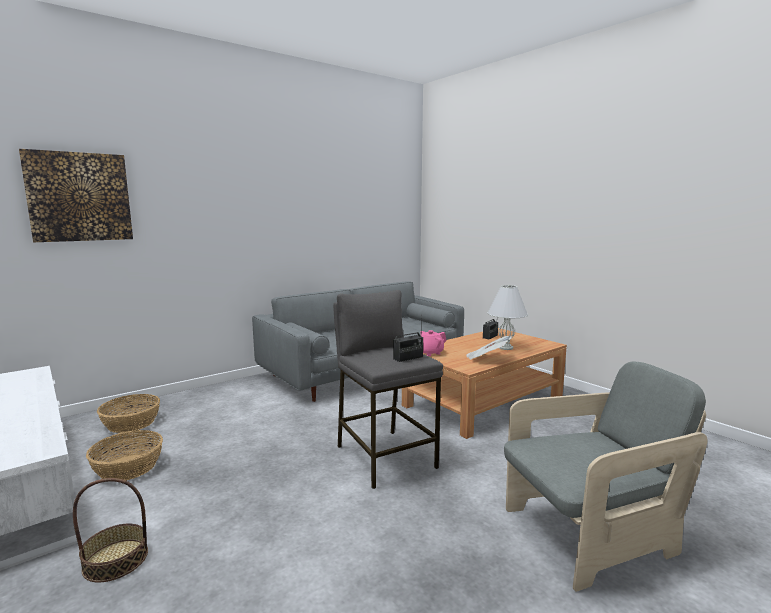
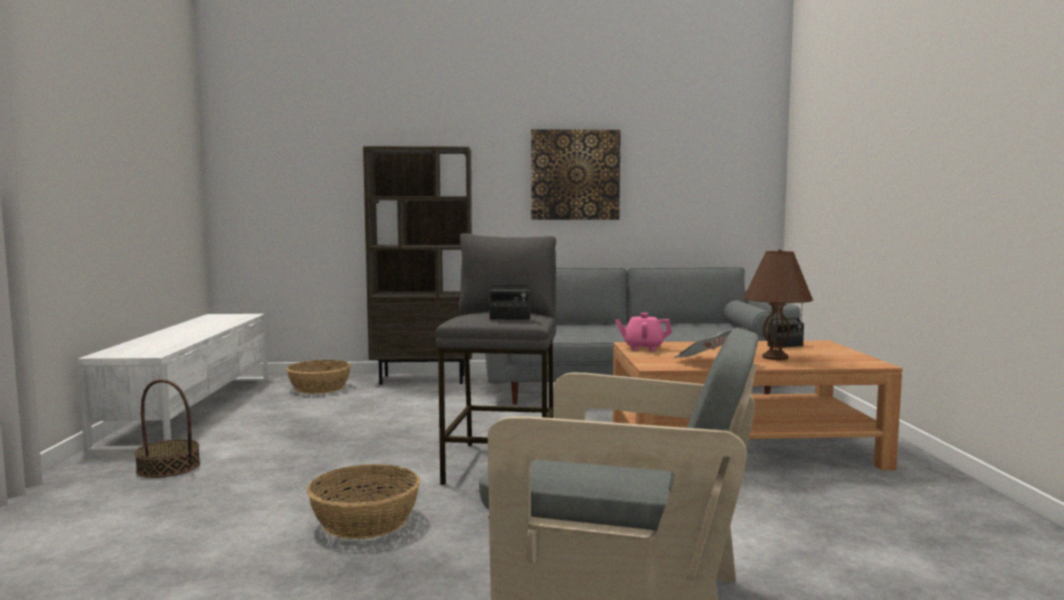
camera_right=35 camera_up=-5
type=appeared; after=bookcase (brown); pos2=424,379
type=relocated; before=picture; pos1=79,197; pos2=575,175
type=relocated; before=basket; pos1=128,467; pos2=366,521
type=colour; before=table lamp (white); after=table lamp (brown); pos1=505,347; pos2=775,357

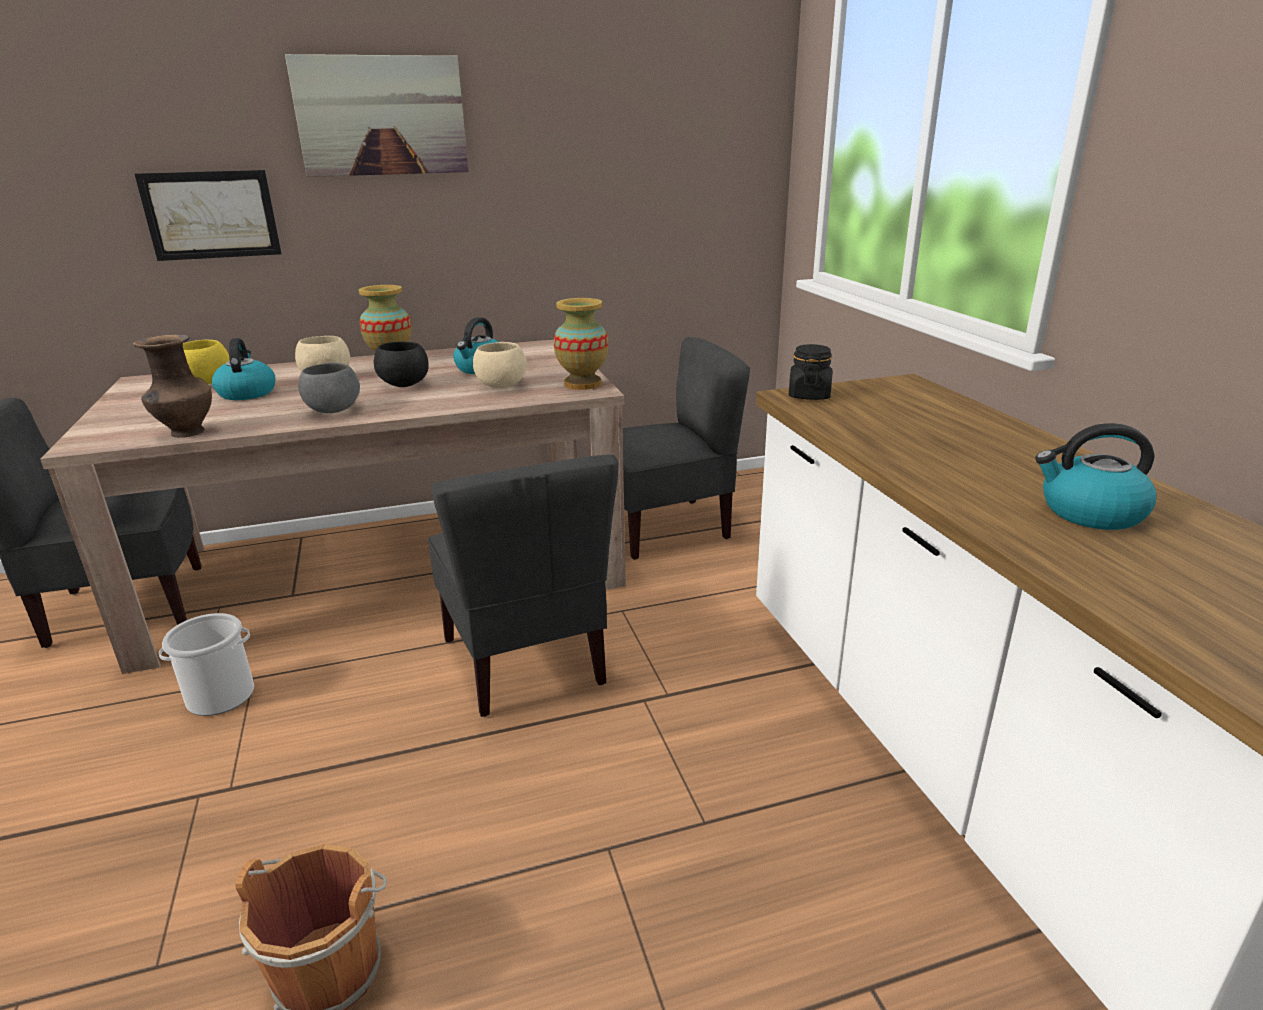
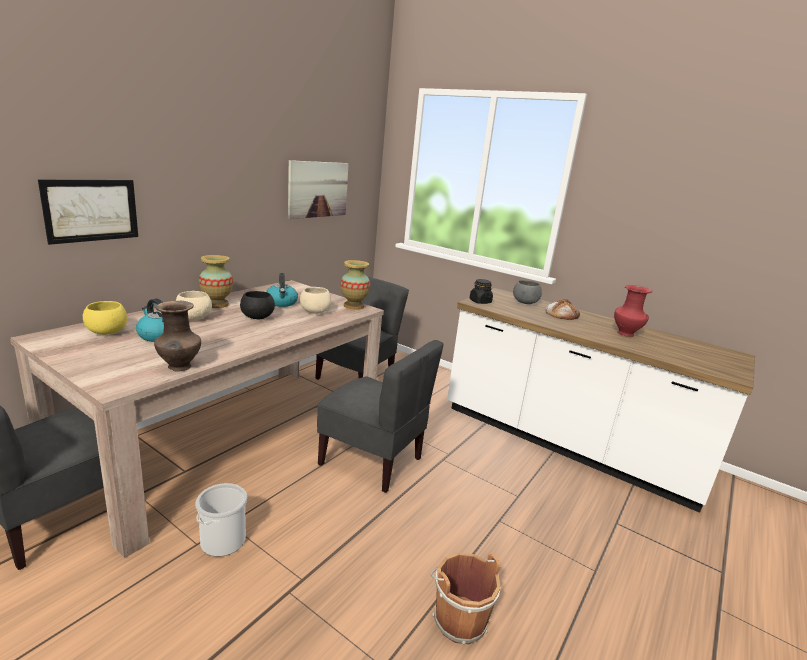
camera_right=-40 camera_up=-5
type=appeared; after=bread; pos2=561,314
type=relocated; before=picture; pos1=381,116; pos2=318,189
type=relocated; before=bowl (grey); pos1=334,410; pos2=525,303
type=exchanged; before=kettle; after=vase (red); pos1=1090,513; pos2=626,334

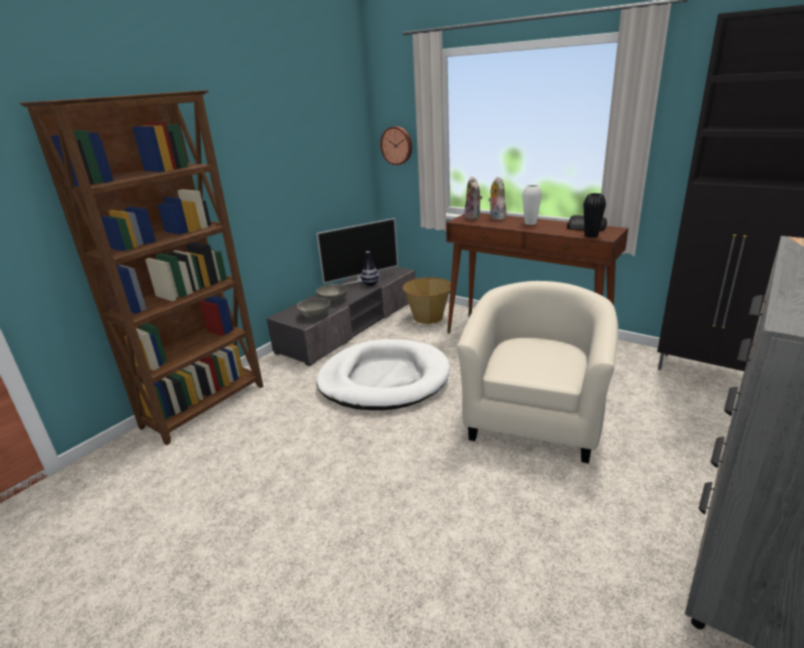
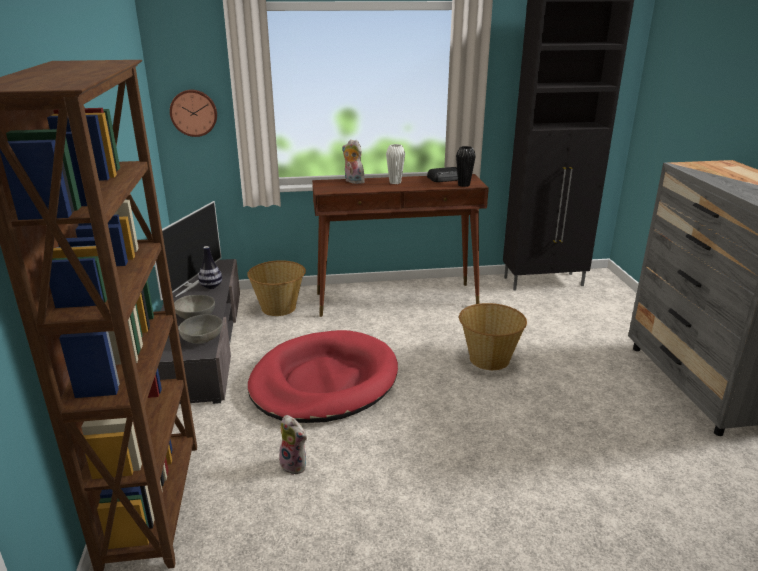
camera_right=-45 camera_up=0
type=relocated; before=plush toy; pos1=473,217; pos2=295,465
type=exchanged; before=armchair (beige); after=basket; pos1=535,418; pos2=489,359
type=colour; before=dog bed (white); after=dog bed (red); pos1=384,379; pos2=324,382

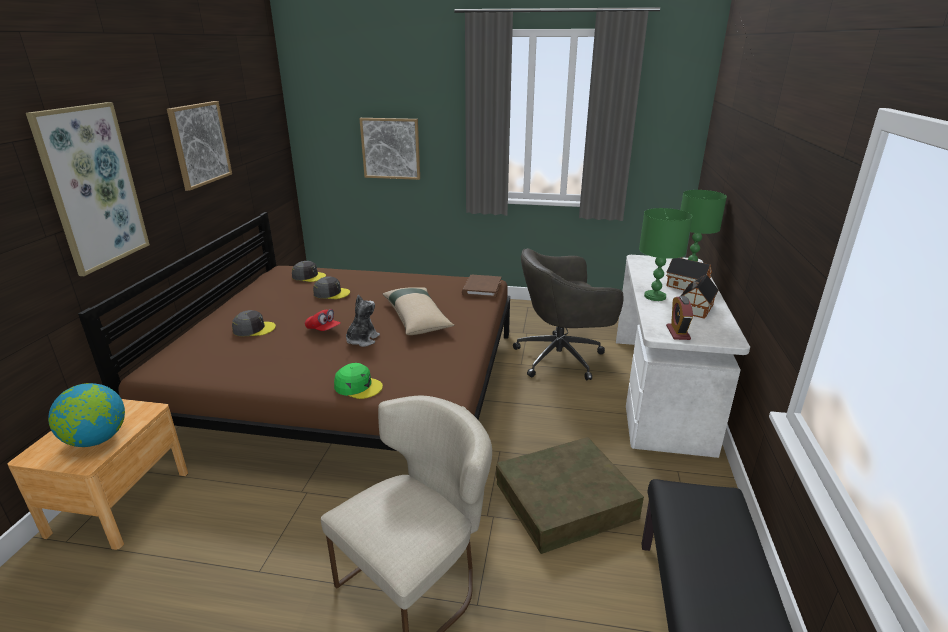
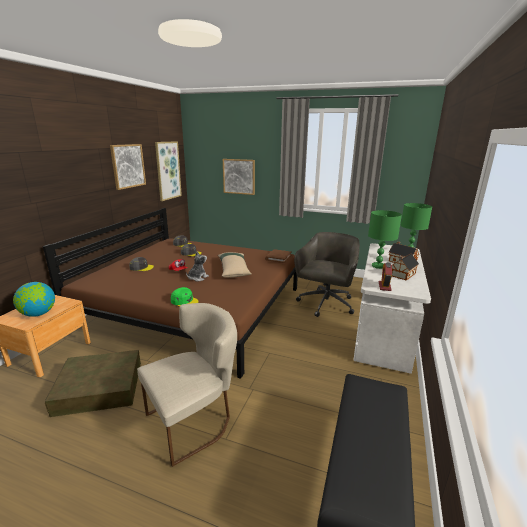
camera_right=10 camera_up=-5
type=relocated; before=picture; pos1=92,187; pos2=168,170
type=relocated; before=storage box (brown); pos1=565,500; pos2=99,387
type=spun; before=office chair (grey); pos1=562,357; pos2=325,304; turn=120

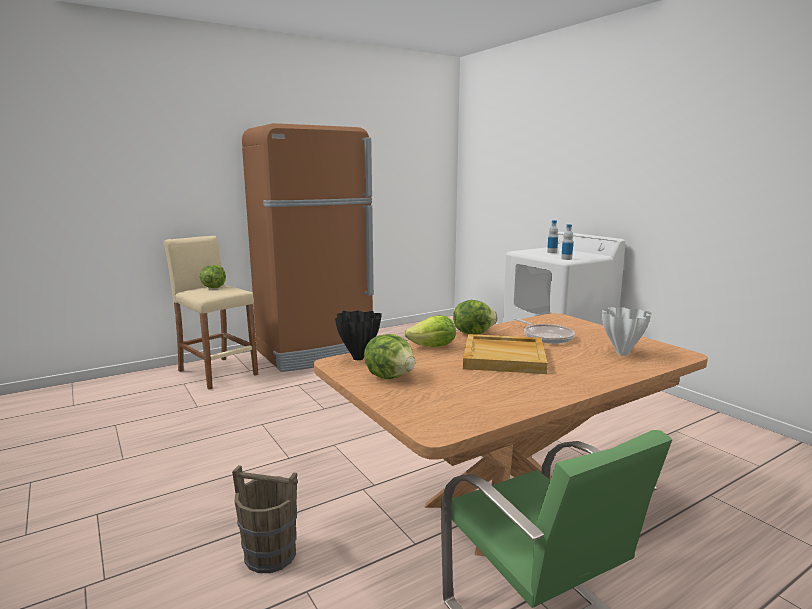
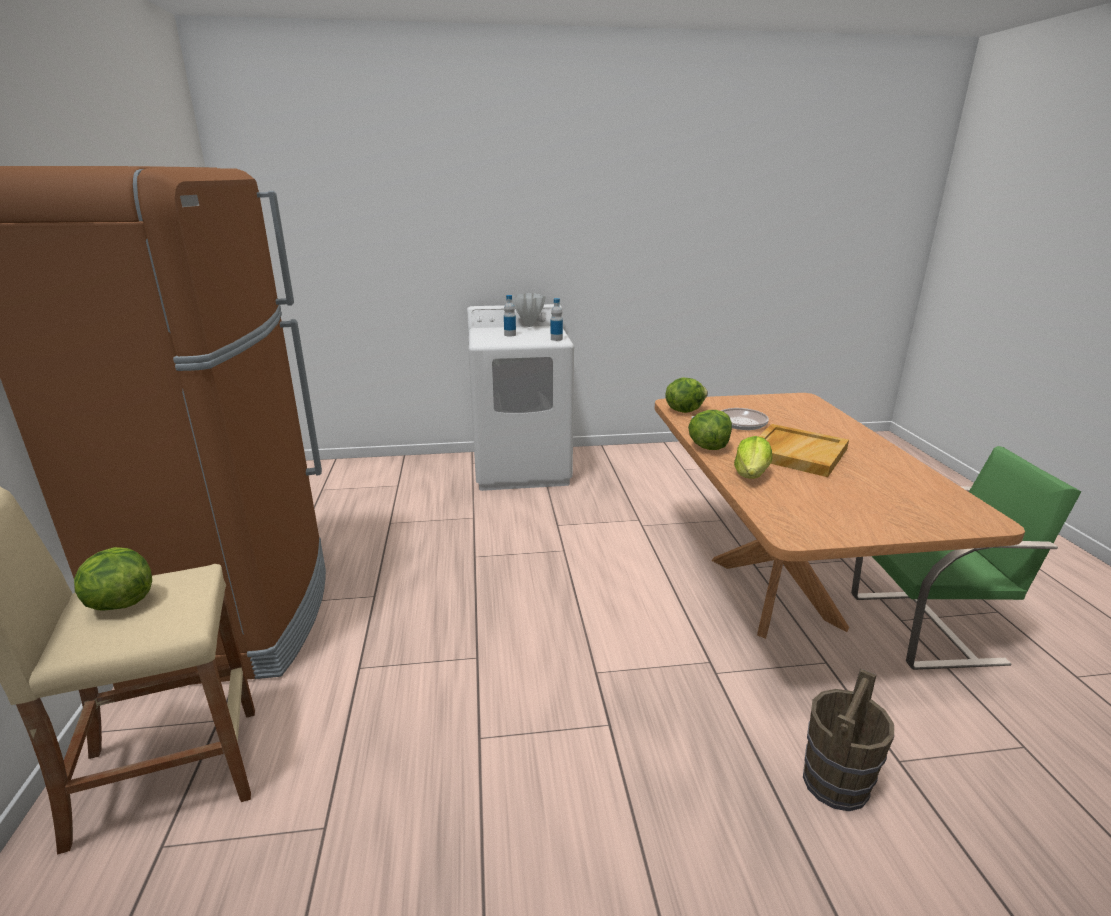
camera_right=-65 camera_up=10
type=missing; before=vase (black); pos1=358,358
type=relocated; before=lettuce; pos1=390,376; pos2=684,410
type=relocated; before=vase (white); pos1=621,353; pos2=529,326

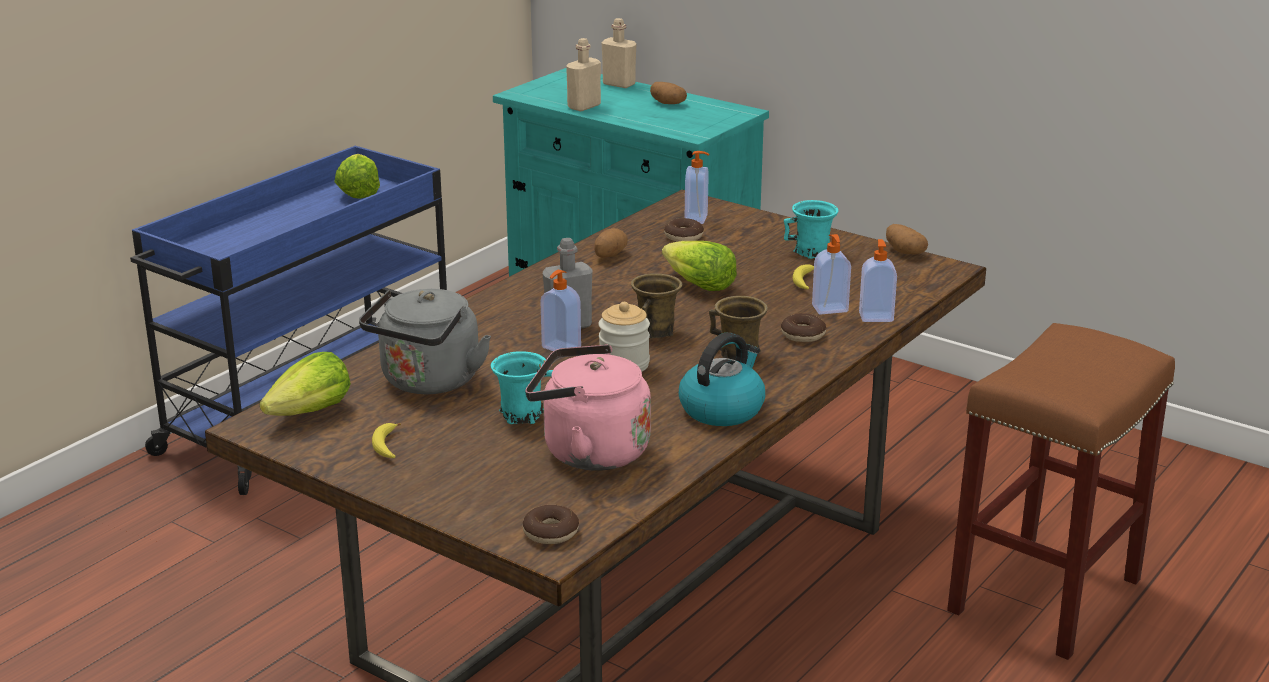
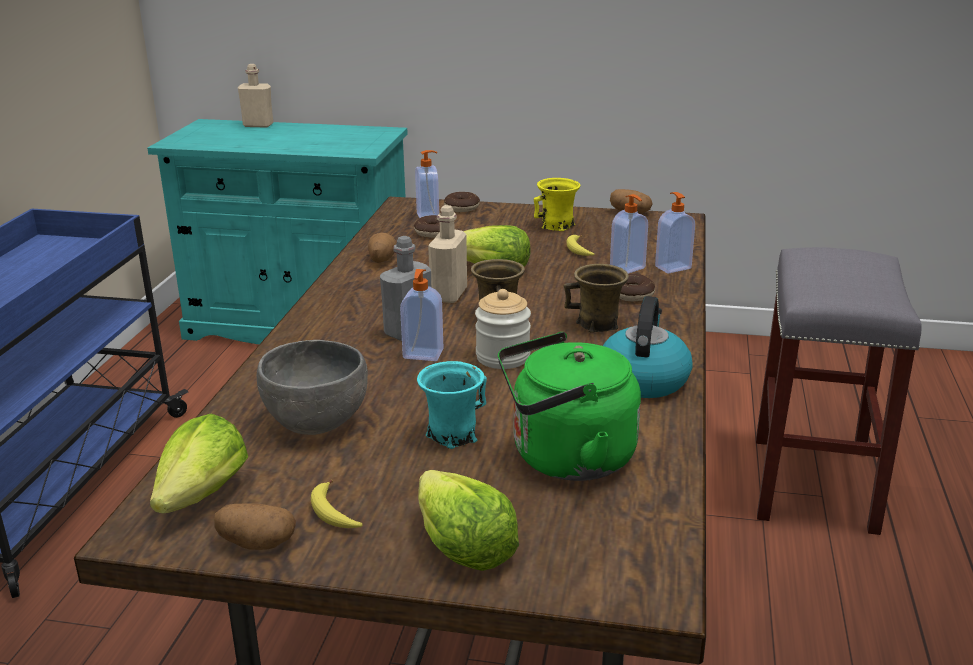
camera_right=-25 camera_up=0
type=relocated; before=lettuce; pos1=358,192; pos2=462,547
type=relocated; before=donut; pos1=551,533; pos2=462,208
type=relocated; before=bottle (beige); pos1=584,106; pos2=449,294
type=relocated; before=potato; pos1=667,103; pos2=256,543
type=exchanged; before=kettle (grey); after=bowl (grey); pos1=428,382; pos2=315,424
type=colour; before=kettle (pink); after=kettle (green); pos1=588,452; pos2=565,458
type=colour; before=mug (turquoise); after=mug (yellow); pos1=812,252; pos2=557,226
type=colour; before=stool (brown); after=stool (grey); pos1=1045,597; pos2=814,485

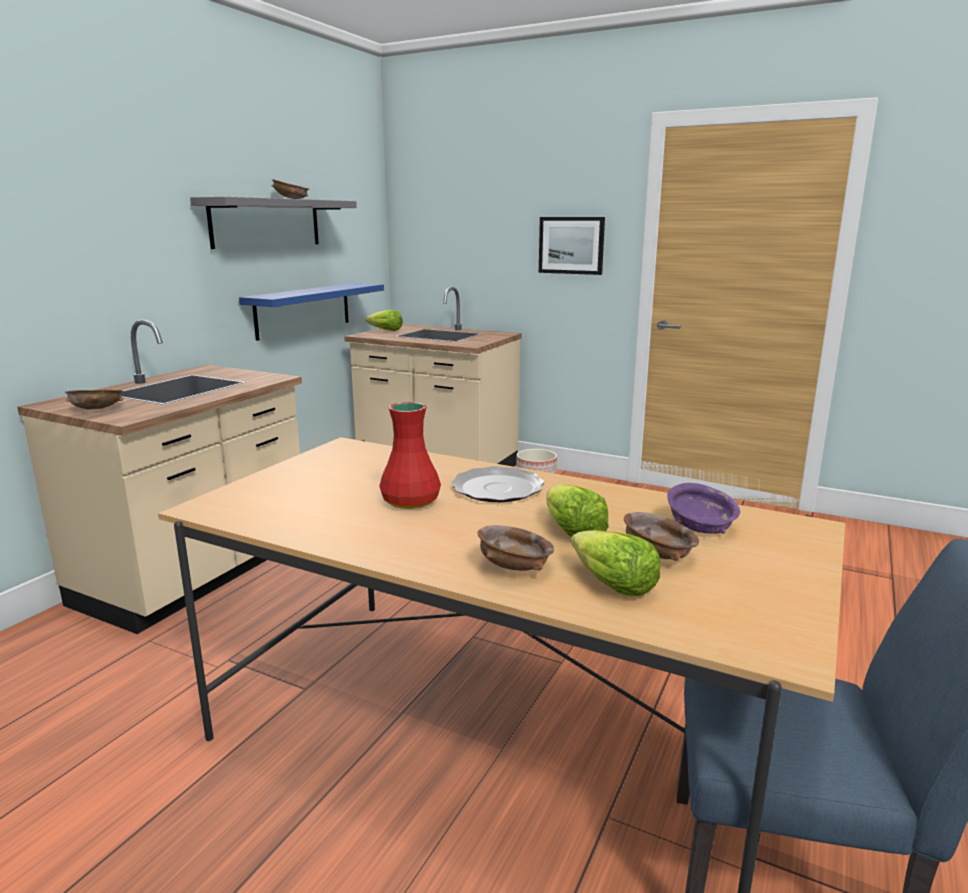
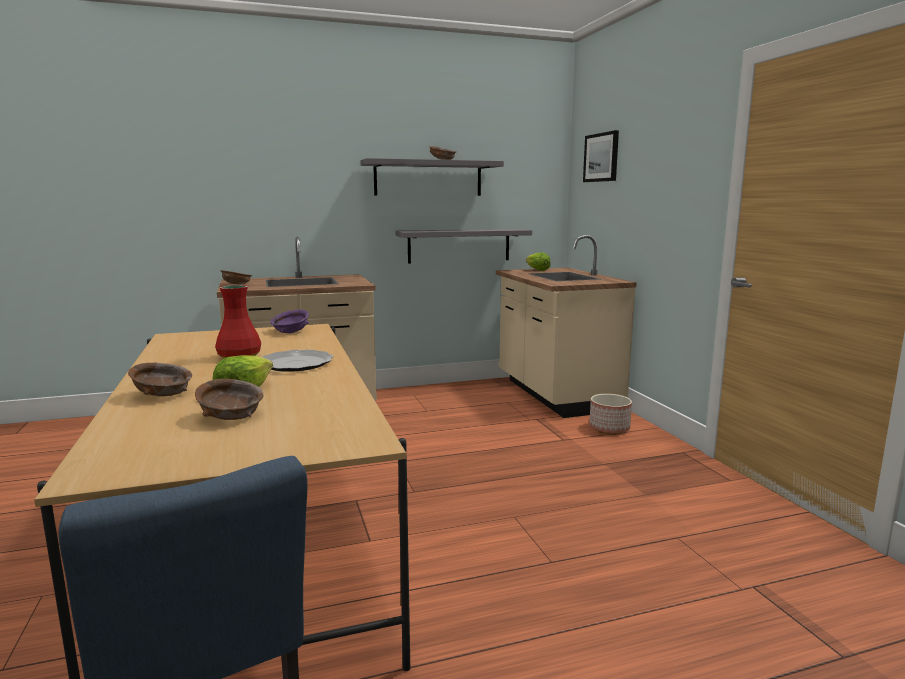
camera_right=45 camera_up=-5
type=missing; before=lettuce; pos1=611,584
type=relocated; before=picture; pos1=571,245; pos2=601,157
type=relocated; before=bowl (purple); pos1=699,527; pos2=290,331
type=colour; before=shelf (blue); after=shelf (grey); pos1=303,310; pos2=459,245

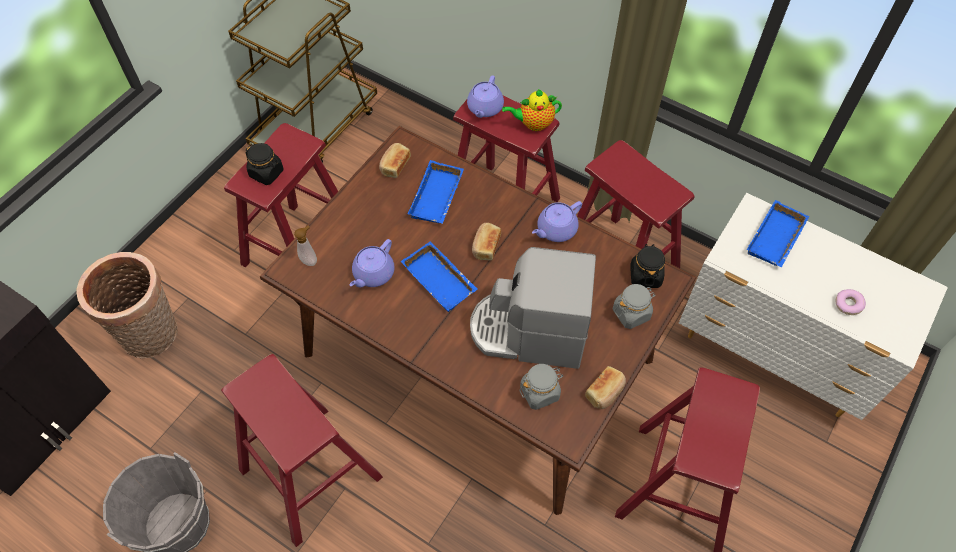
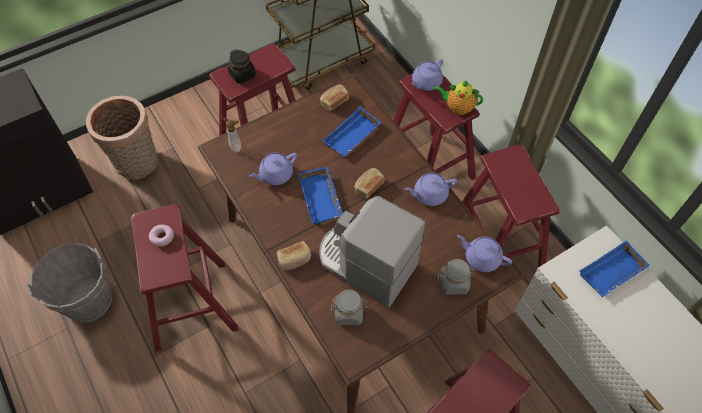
camera_right=25 camera_up=0
type=relocated; before=bread; pos1=605,392; pos2=294,260
type=relocated; before=donut; pos1=848,304; pos2=162,237
type=exchanged; before=jar (black); after=teapot (purple); pos1=645,276; pos2=481,258

